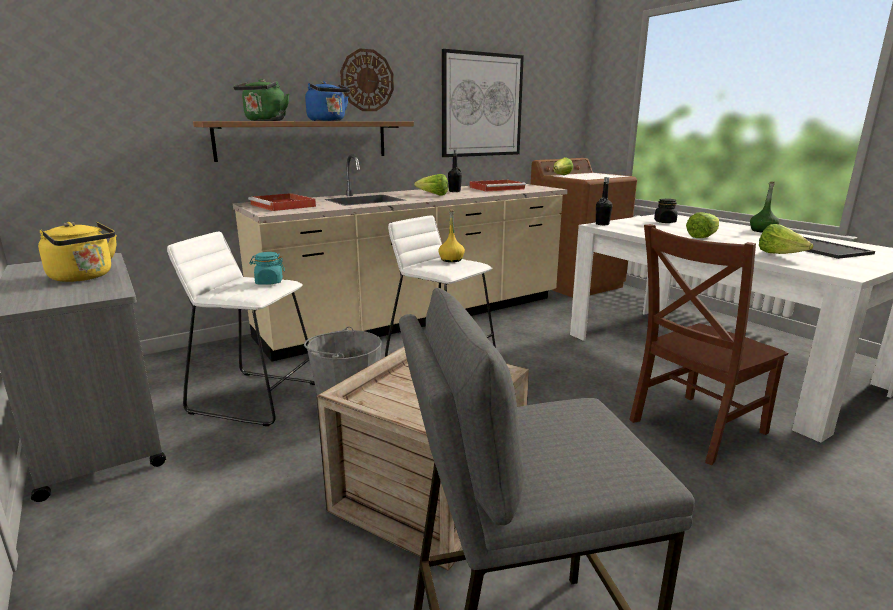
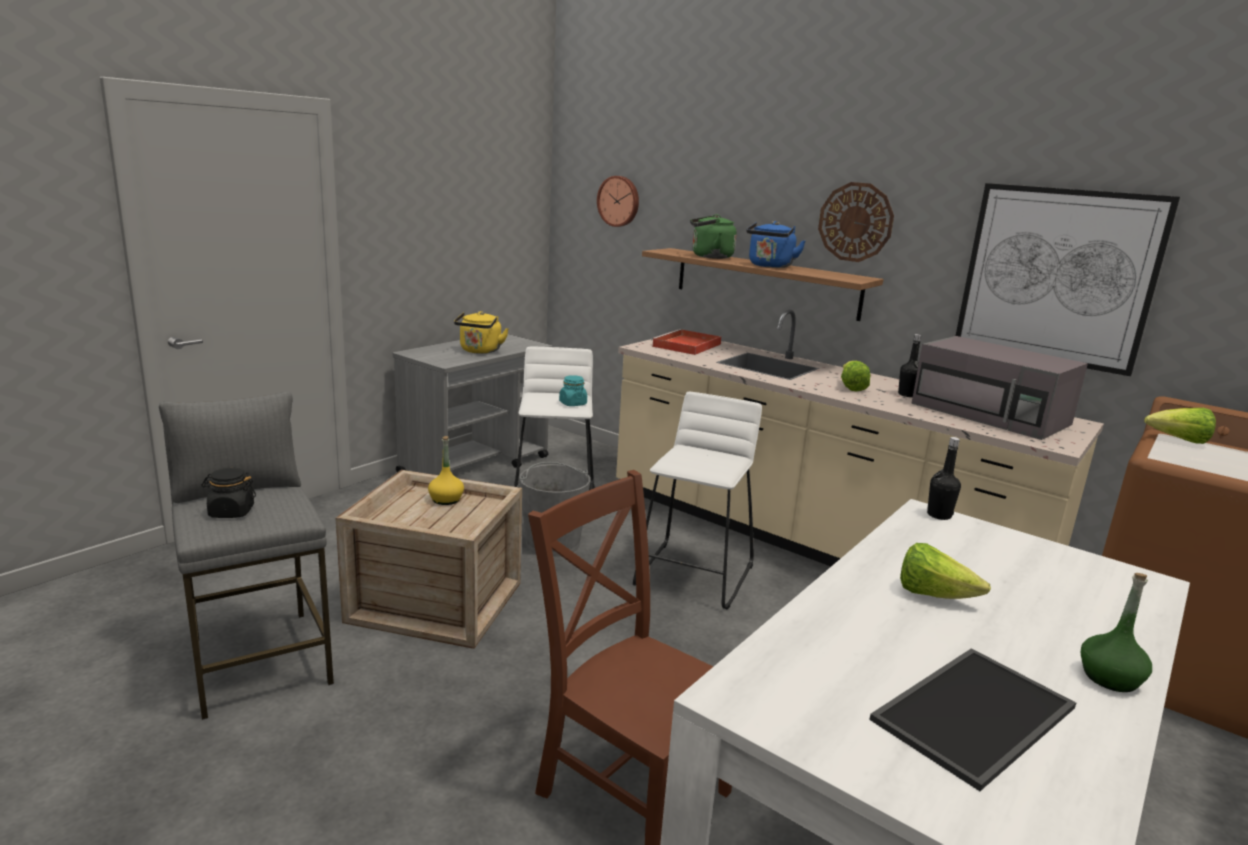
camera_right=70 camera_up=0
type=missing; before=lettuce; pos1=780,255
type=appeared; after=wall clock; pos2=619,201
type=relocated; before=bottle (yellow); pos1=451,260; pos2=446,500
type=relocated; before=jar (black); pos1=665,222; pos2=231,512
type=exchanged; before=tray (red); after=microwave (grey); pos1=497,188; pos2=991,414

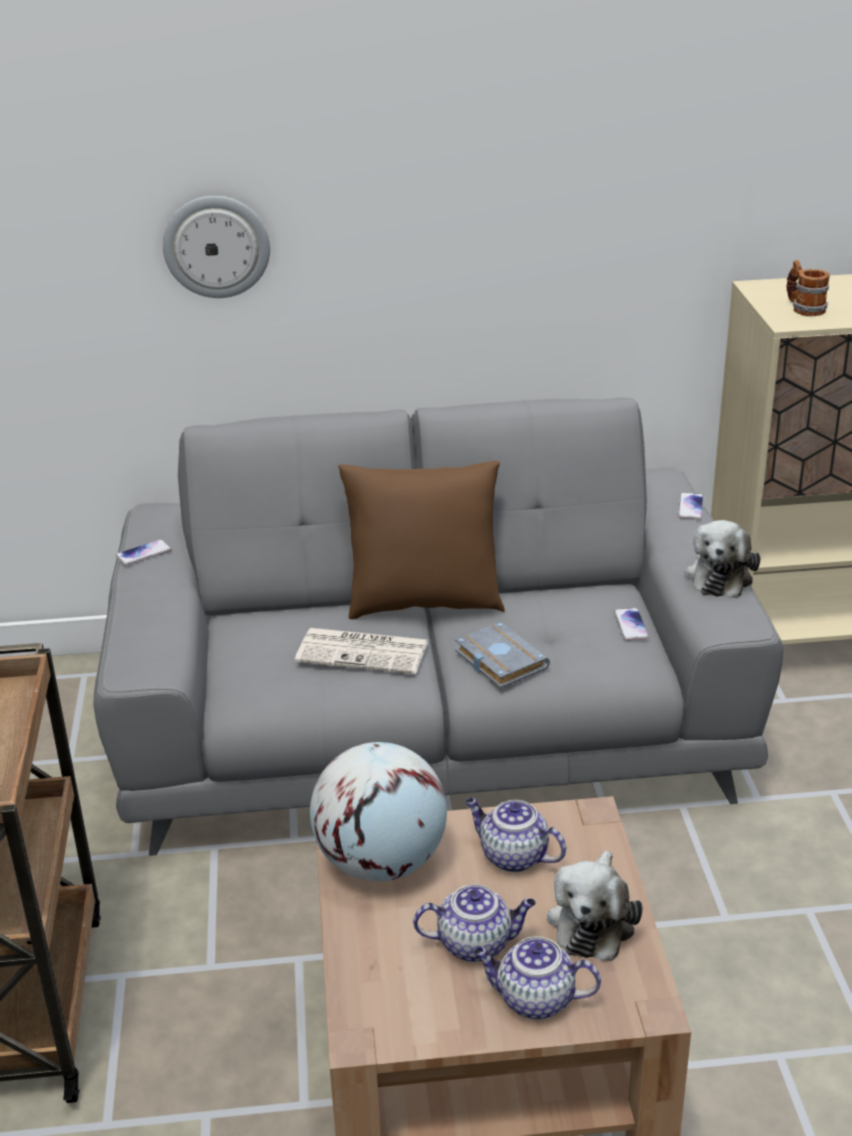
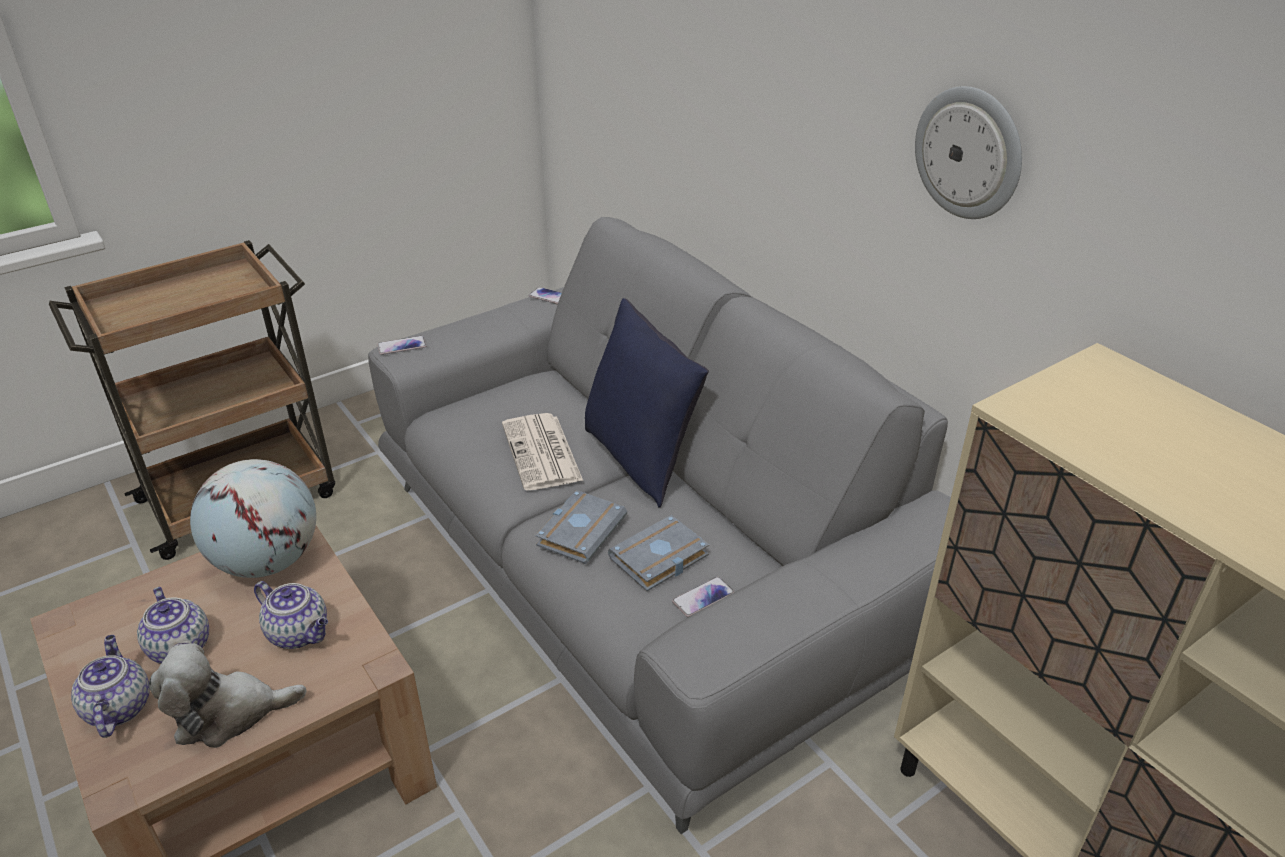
camera_right=60 camera_up=5
type=missing; before=plush toy; pos1=719,576
type=missing; before=mug; pos1=804,308
type=appeared; after=book (grey); pos2=659,560
type=relocated; before=wall clock; pos1=216,246; pos2=969,153
type=relocated; before=phone; pos1=690,507; pos2=402,346
type=colour; before=pillow (brown); after=pillow (blue); pos1=424,603; pos2=640,458
type=spun; before=teapot; pos1=512,856; pos2=300,633; turn=120

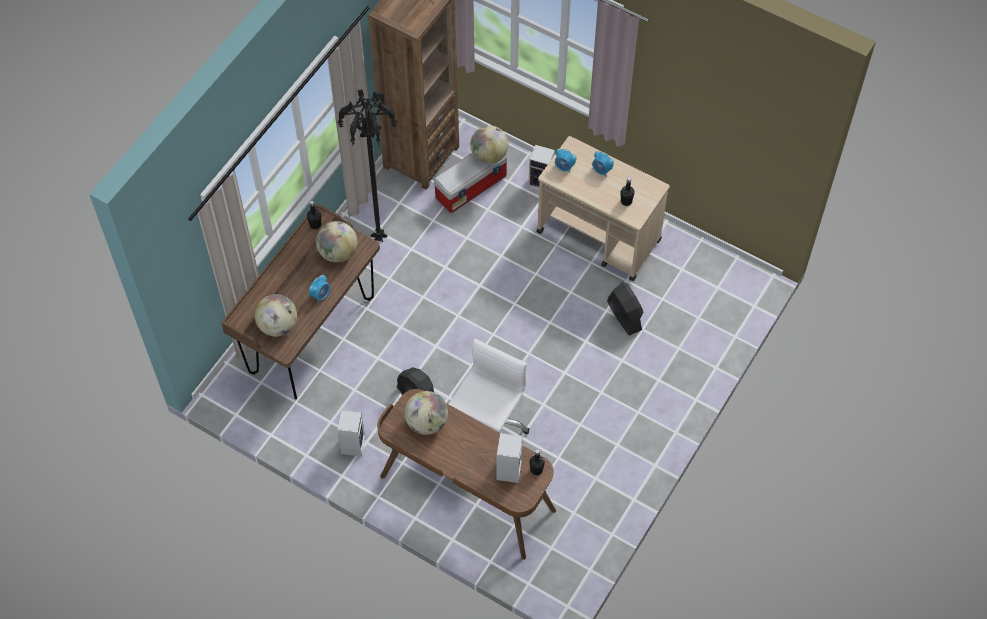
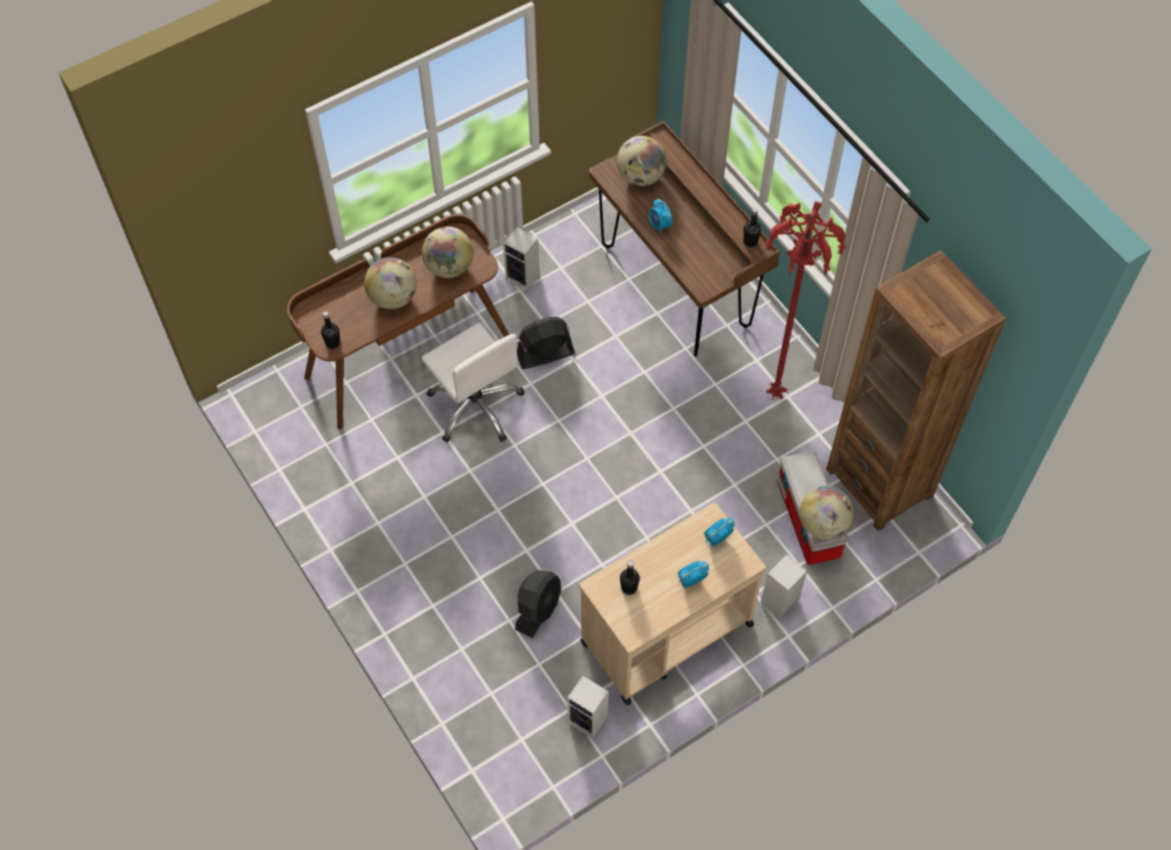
camera_right=115 camera_up=0
type=relocated; before=globe; pos1=338,252; pos2=393,297
type=relocated; before=speaker; pos1=508,469; pos2=589,720
type=colour; before=floor lamp (black); after=floor lamp (red); pos1=380,238; pos2=775,396
type=spun; before=fan (black); pos1=624,315; pos2=538,609; turn=-60

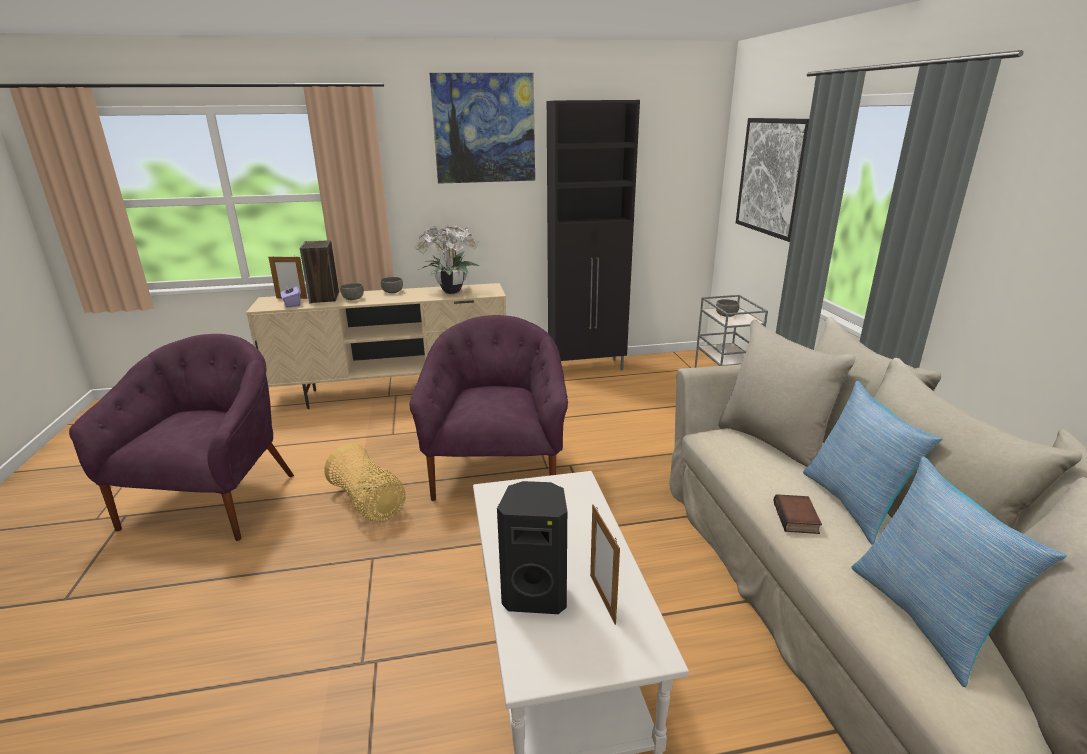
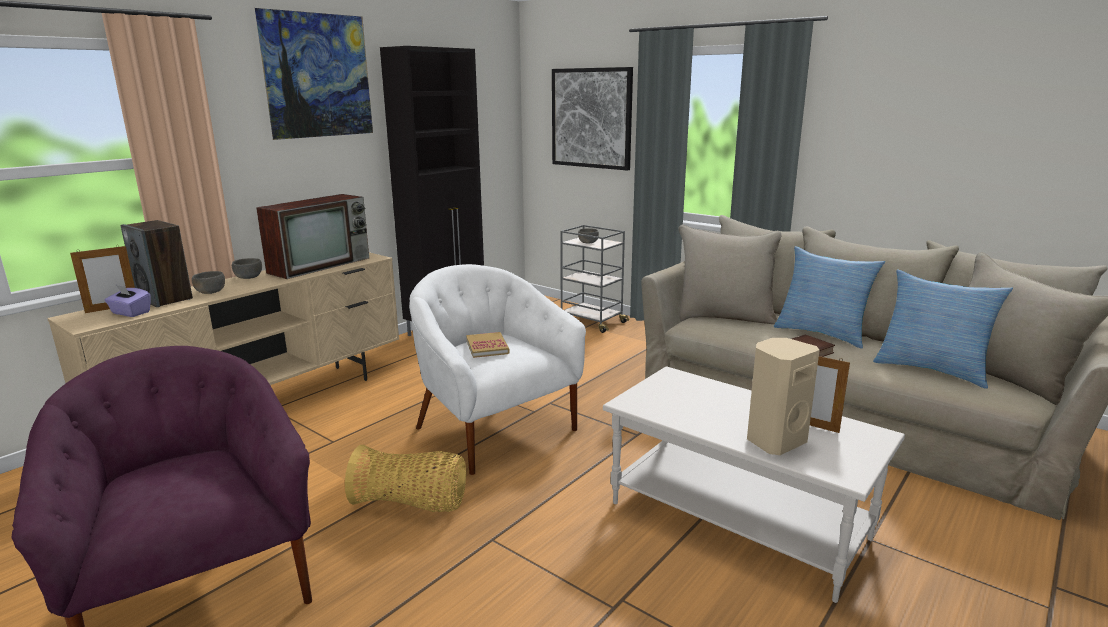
camera_right=-40 camera_up=-5
type=appeared; after=book; pos2=487,347
type=exchanged; before=potted plant; after=television; pos1=450,291; pos2=321,265
type=colour; before=armchair (purple); after=armchair (white); pos1=497,469; pos2=493,429
type=colour; before=speaker (black); after=speaker (beige); pos1=536,594; pos2=774,441

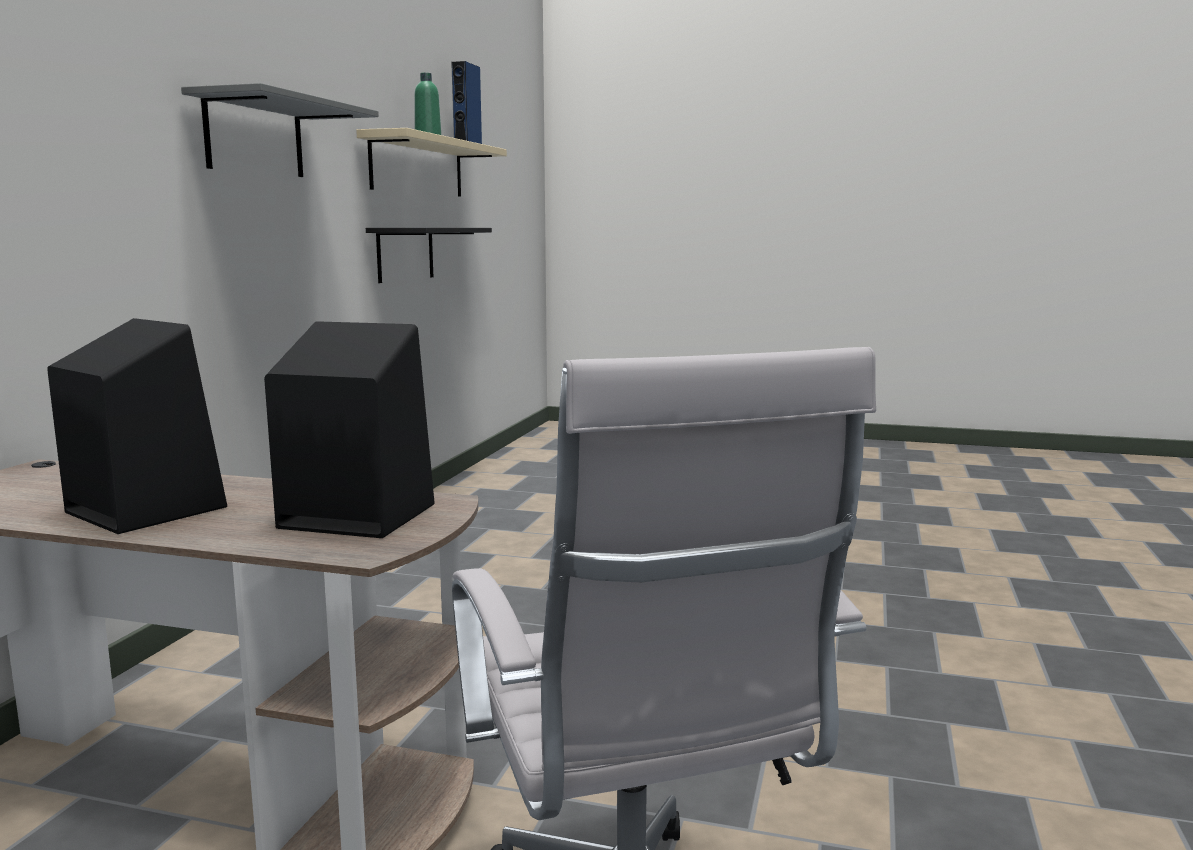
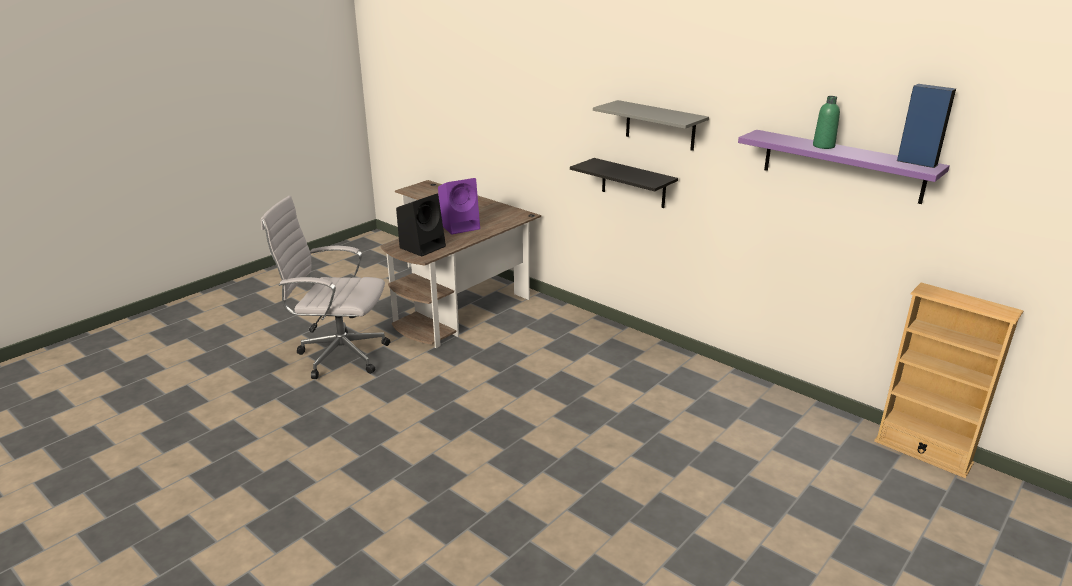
camera_right=115 camera_up=15
type=appeared; after=bookcase (beige); pos2=922,452
type=relocated; before=shelf (black); pos1=405,254; pos2=633,183
type=colour; before=speaker (black); after=speaker (purple); pos1=143,509; pos2=461,226
type=colour; before=shelf (beige); after=shelf (purple); pos1=418,167; pos2=842,166

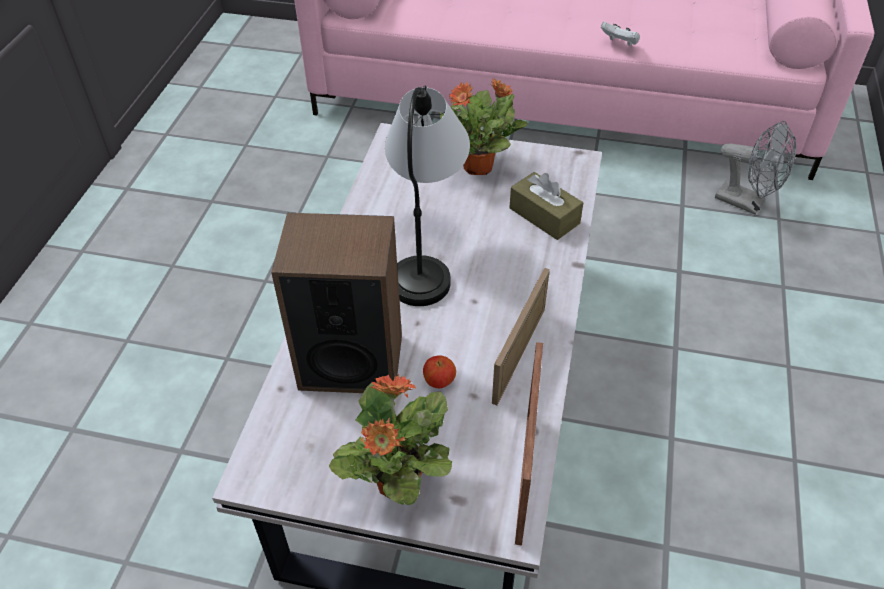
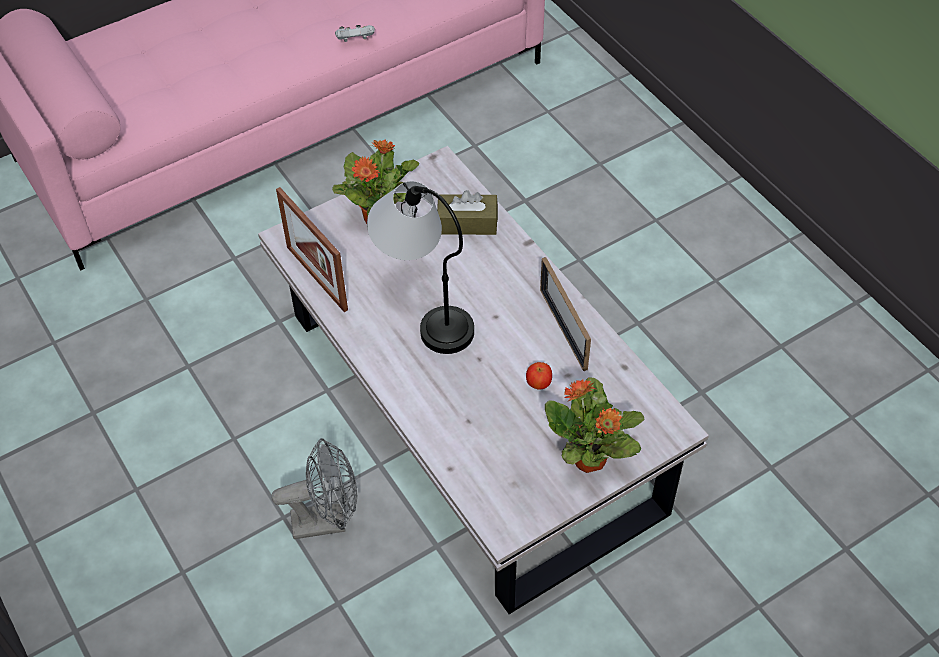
camera_right=-45 camera_up=5
type=missing; before=speaker; pos1=351,361
type=relocated; before=picture frame; pos1=524,476; pos2=316,278
type=relocated; before=fan (grey); pos1=747,203; pos2=327,520

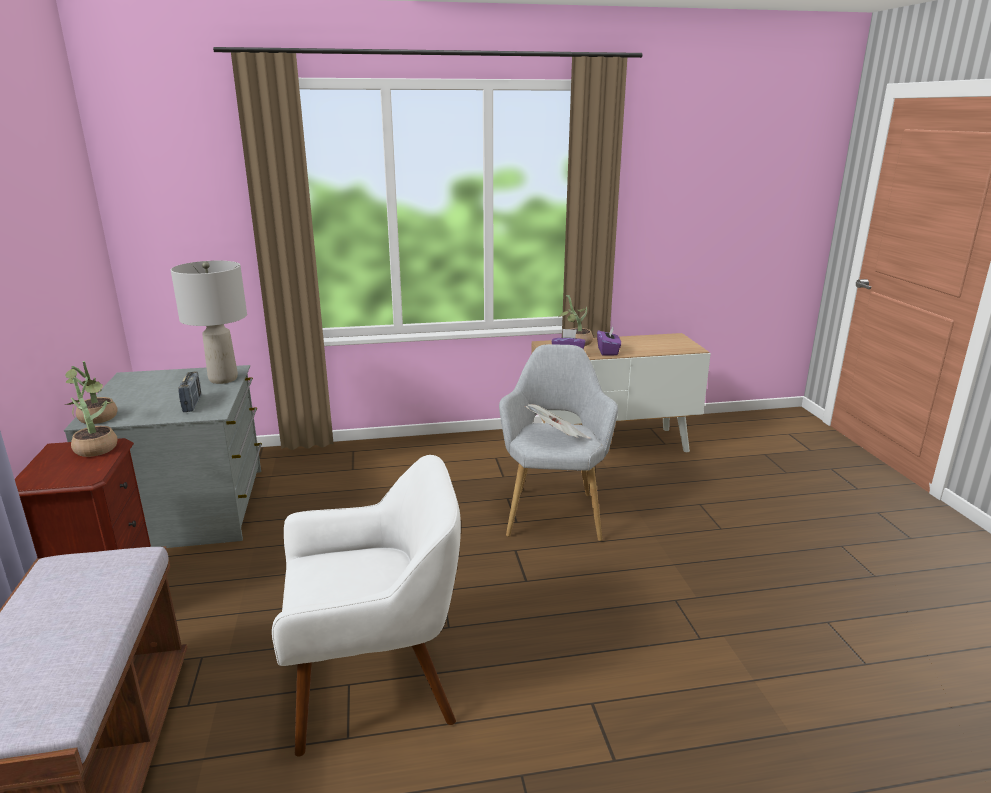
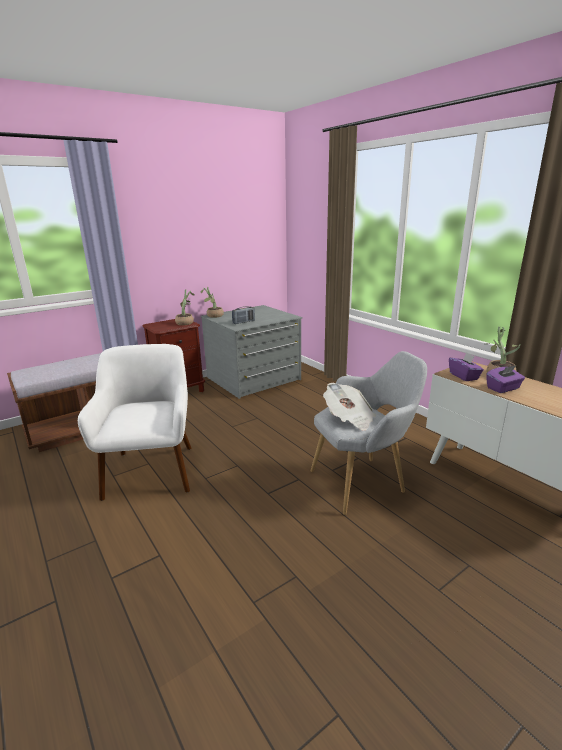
camera_right=65 camera_up=0
type=missing; before=table lamp (grey); pos1=222,379
type=spun; before=armchair (white); pos1=376,683; pos2=152,471; turn=-150

